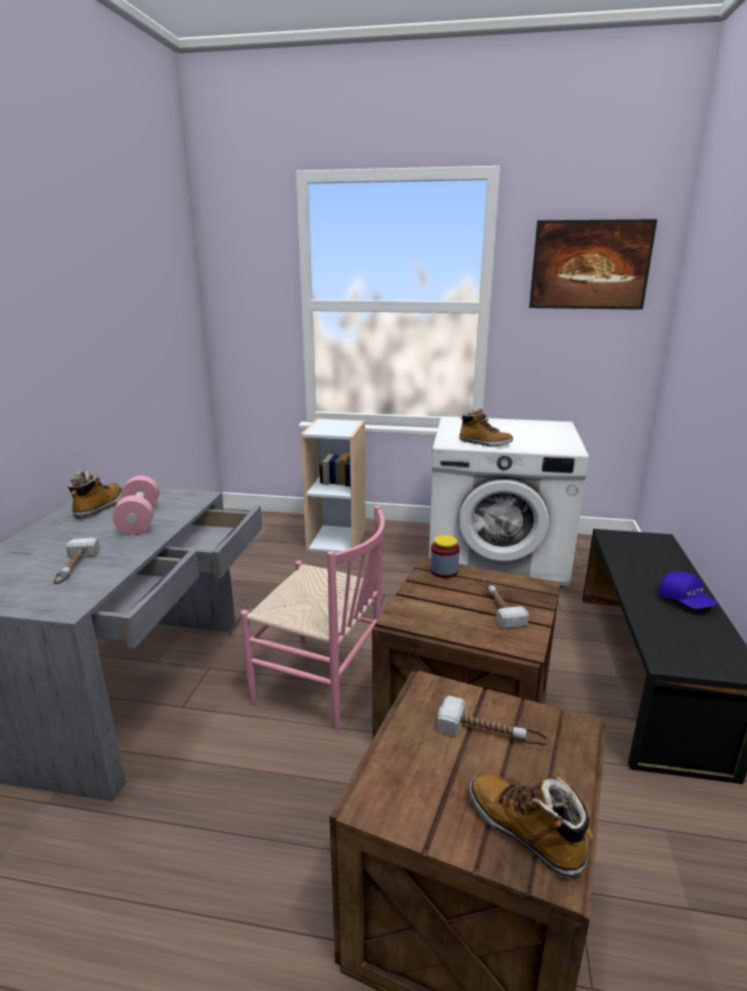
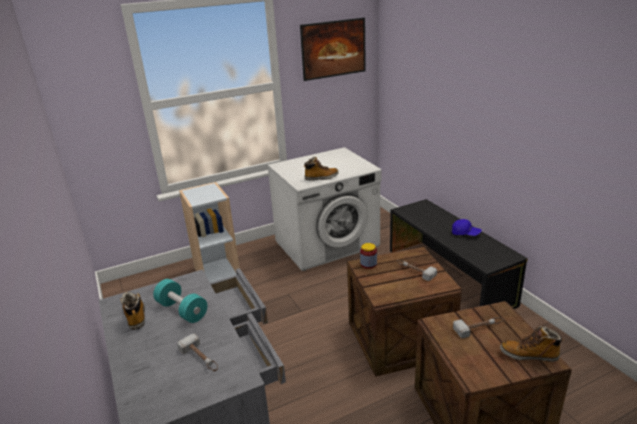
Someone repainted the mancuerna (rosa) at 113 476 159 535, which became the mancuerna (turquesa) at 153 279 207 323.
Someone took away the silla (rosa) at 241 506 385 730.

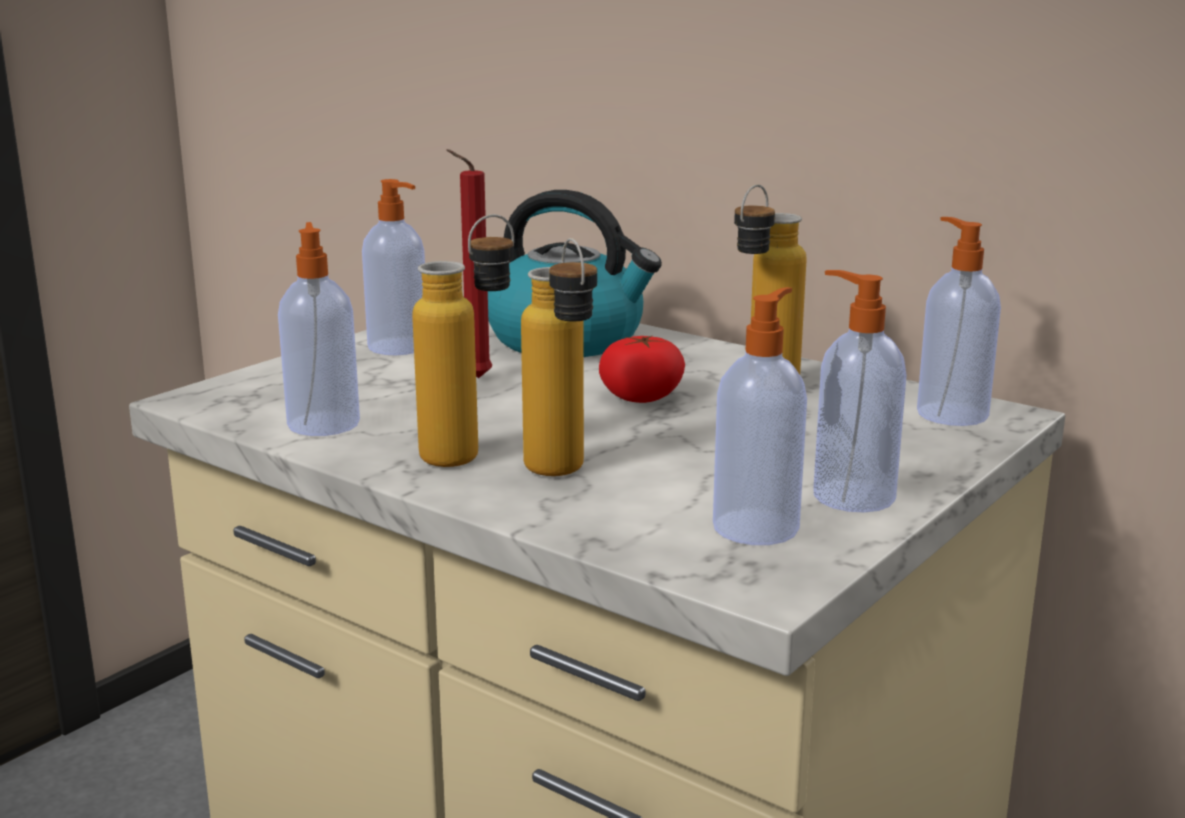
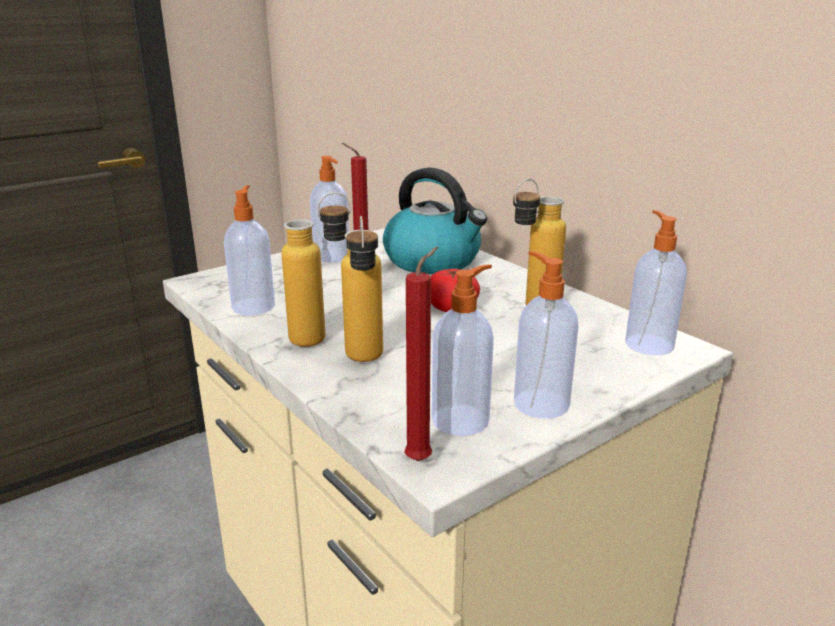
Someone put down the vela (rojo) at 404 247 438 461.

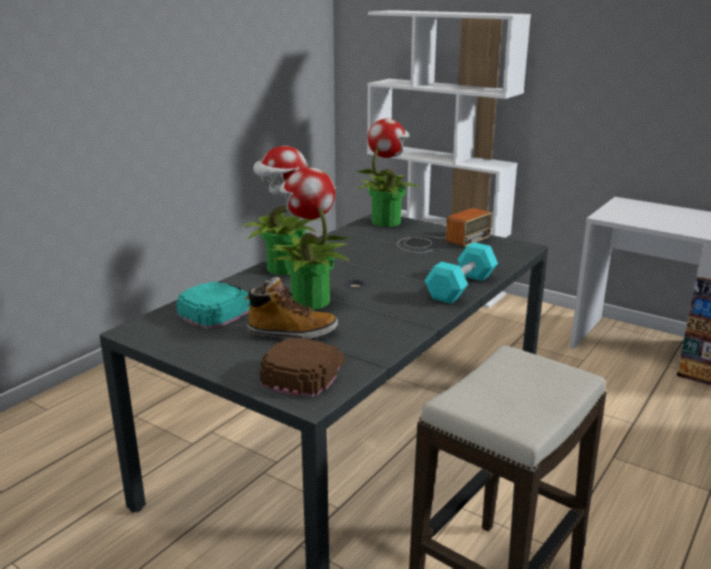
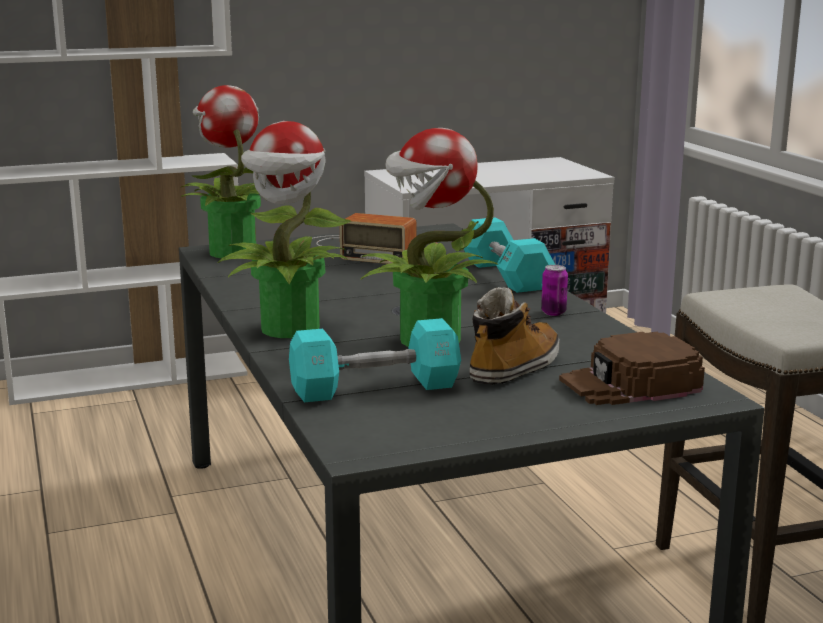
Someone swapped the gorra (turquesa) at 176 281 250 329 for the mancuerna (turquesa) at 289 318 461 402.
Someone rotated the radio at 397 208 492 253 by 120 degrees clockwise.
Someone put down the lata at 541 265 568 316.
Someone rotated the gorra (marrón) at 260 338 345 398 by 75 degrees counterclockwise.

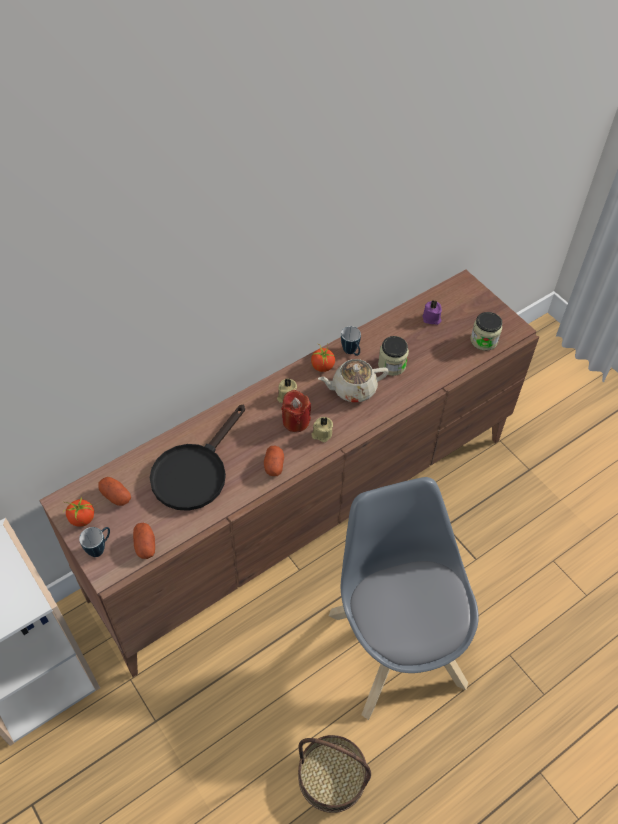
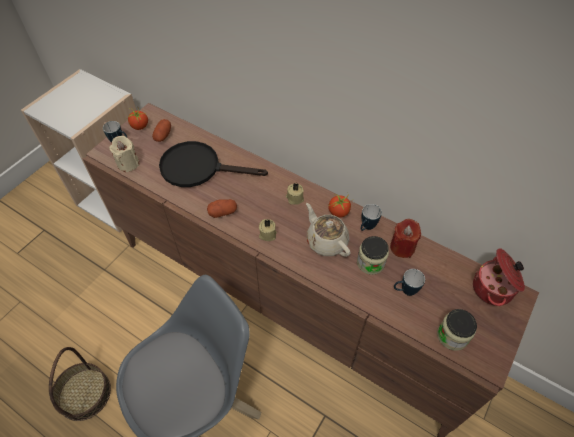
Someone swapped the patata at 133 523 155 559 for the vela (beis) at 109 136 139 172.
Someone carried the vela (rojo) from 281 390 311 432 to 390 219 421 258.
Someone put down the taza grande at 394 269 425 296.
Someone put down the olla at 473 248 525 306.
Someone took away the vela (morado) at 422 301 442 325.

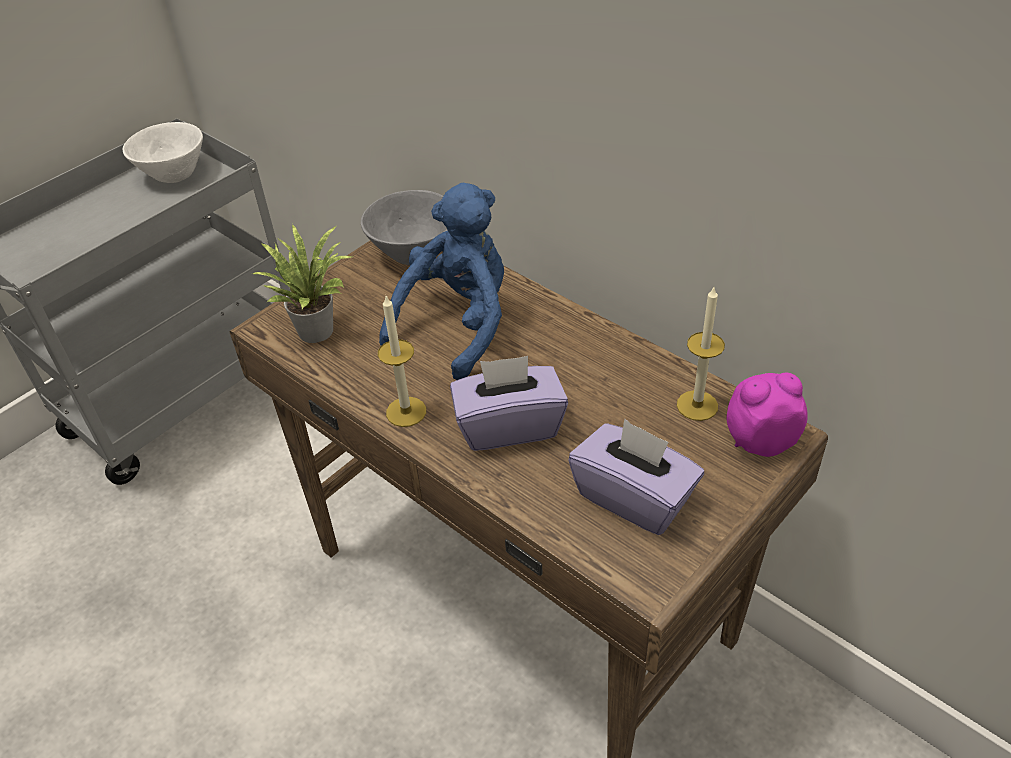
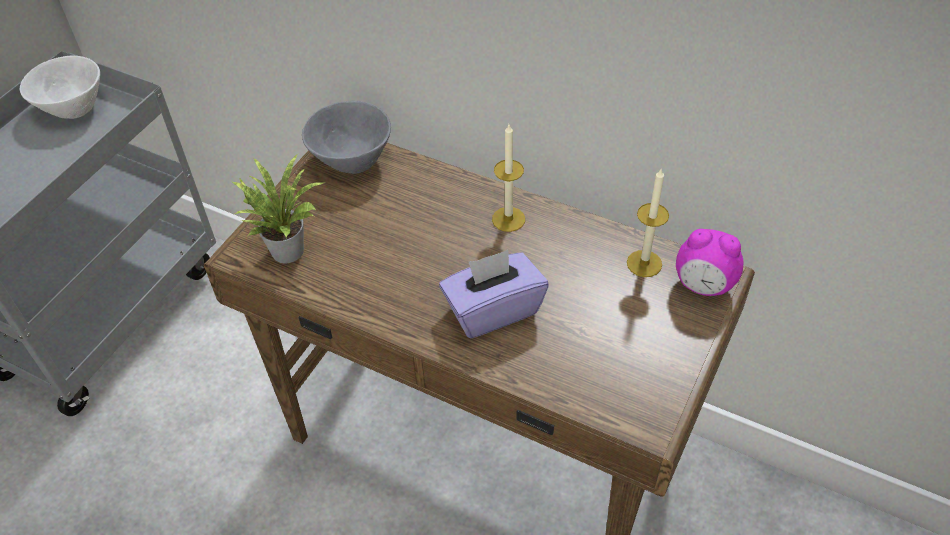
Someone carried the vela from 378 296 426 427 to 492 125 525 232.
Someone rotated the despertador at 726 373 808 457 by 135 degrees counterclockwise.
Someone took away the peluche (azul) at 379 183 504 380.
Someone took away the caja de pañuelos (morado) at 568 419 704 535.

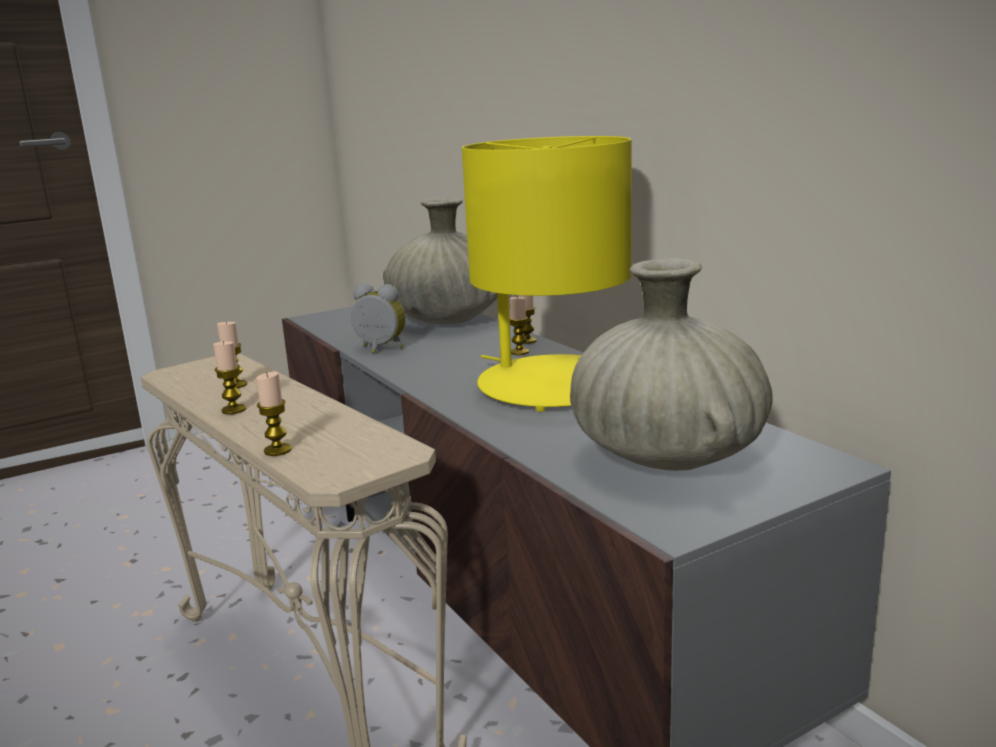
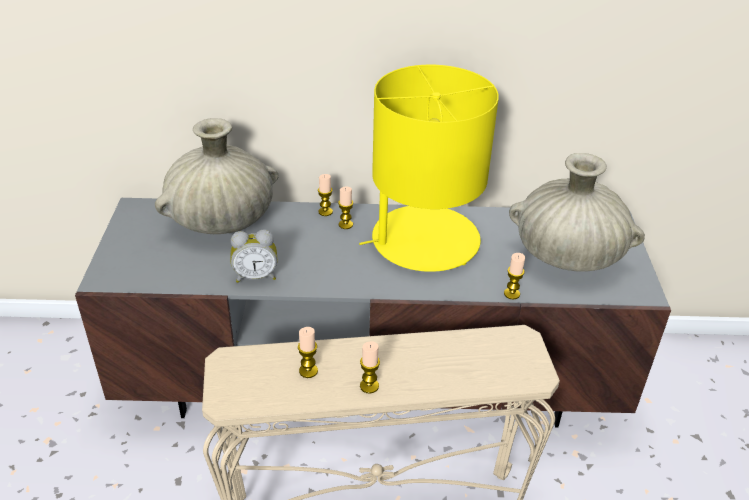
Someone rotated the despertador at 351 284 406 354 by 150 degrees counterclockwise.
Someone carried the vela from 256 372 292 456 to 504 253 525 299.

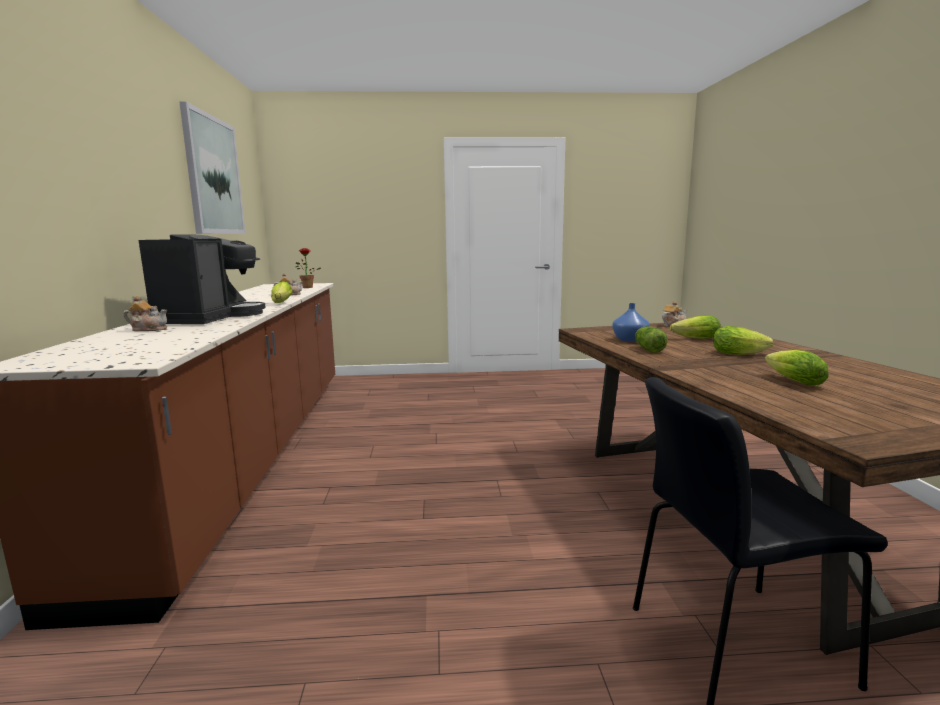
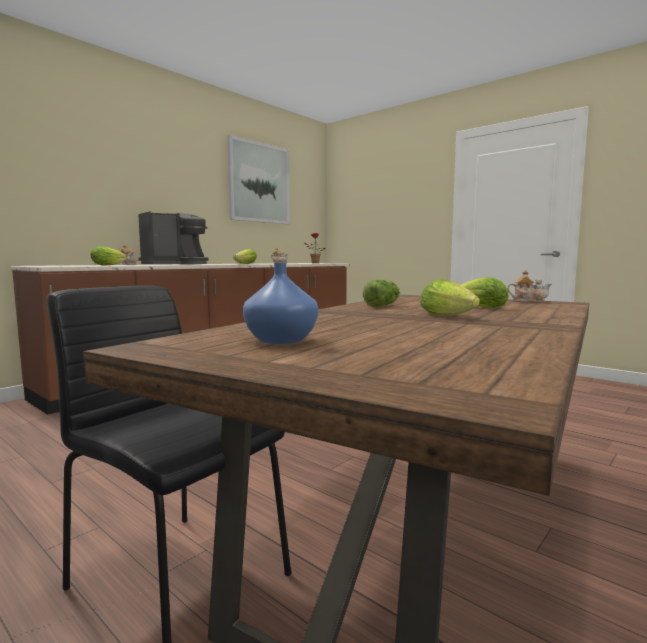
Someone carried the lechuga from 765 350 829 386 to 91 246 127 266.
Someone carried the florero (azul) from 612 303 650 342 to 243 262 318 344.

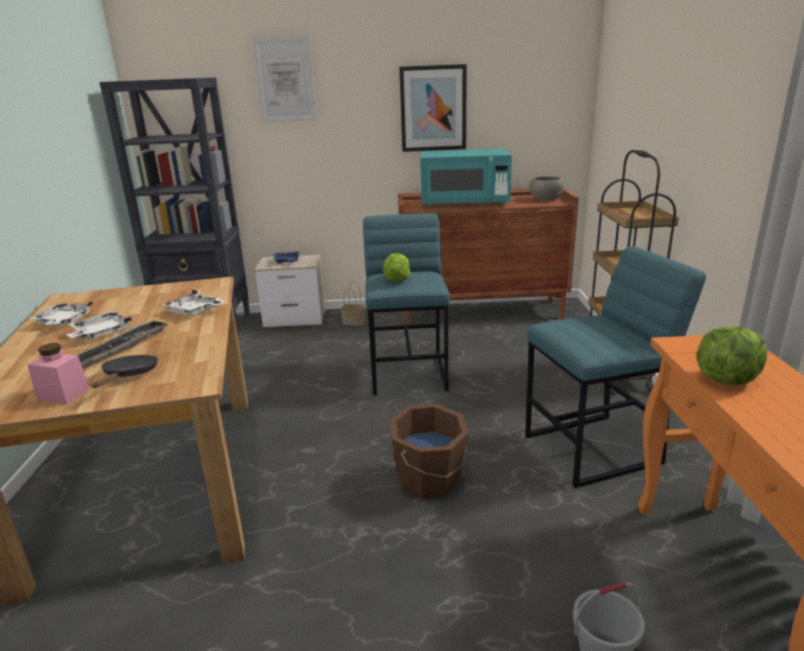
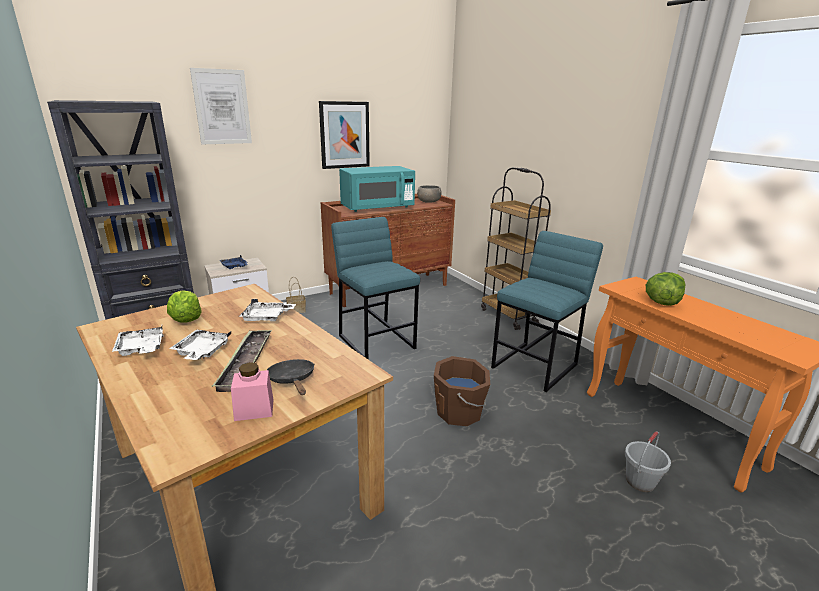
Someone carried the lechuga from 383 253 410 282 to 167 290 202 323.

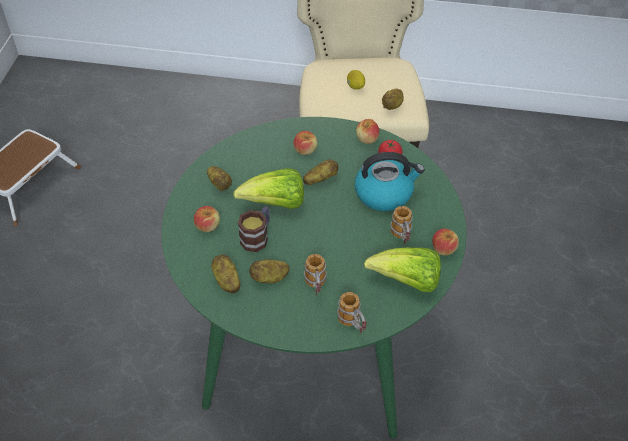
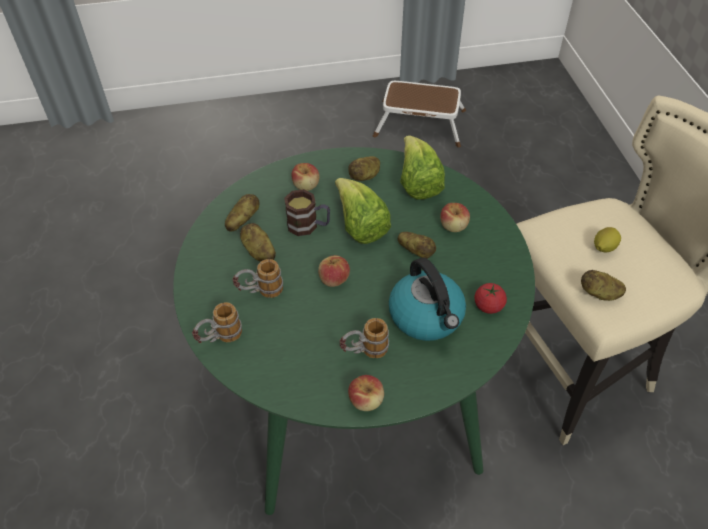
Someone carried the manzana from 356 119 379 144 to 318 255 350 287.
Someone carried the lechuga from 364 248 441 292 to 400 135 445 200.

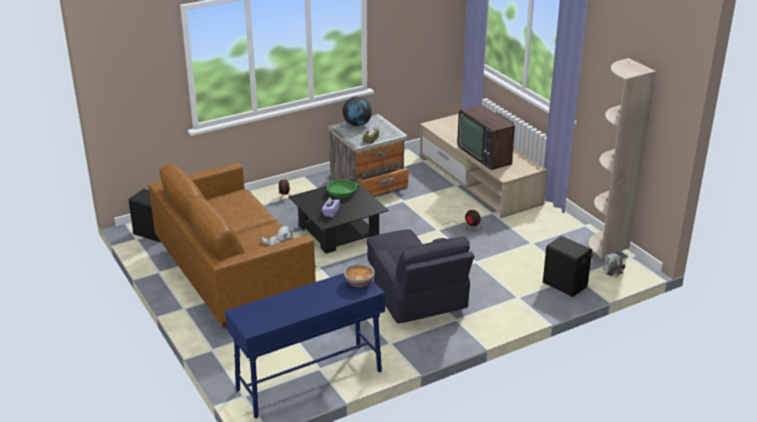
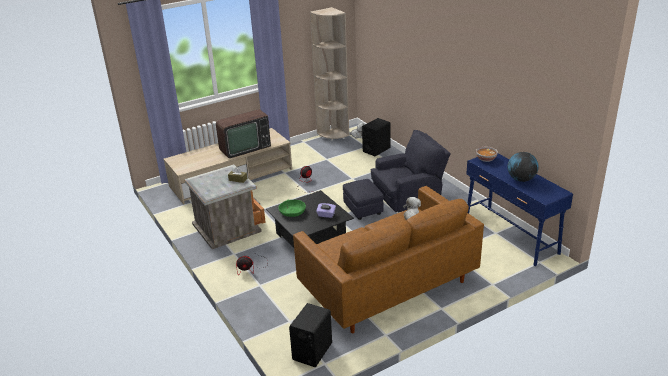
Someone carried the globo terráqueo from 342 96 372 126 to 508 152 538 182.

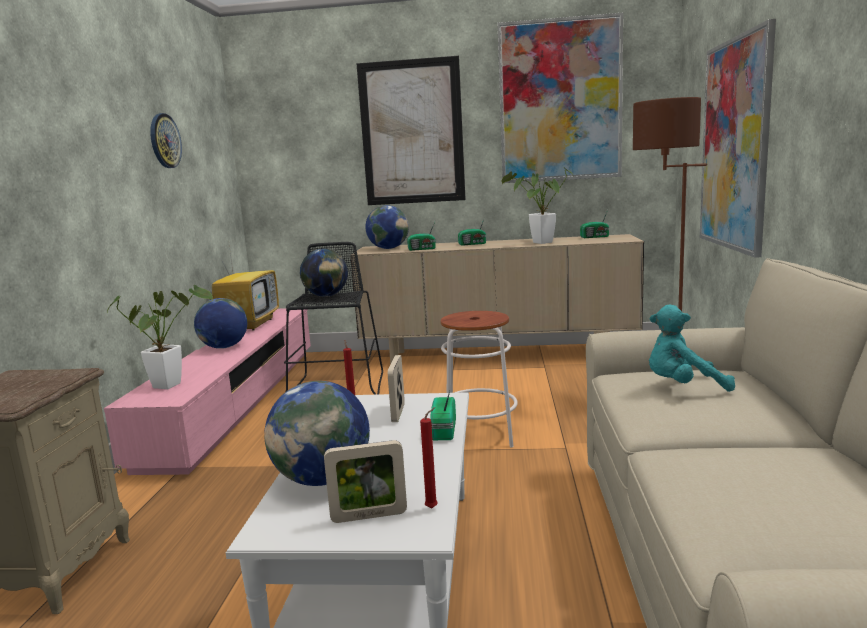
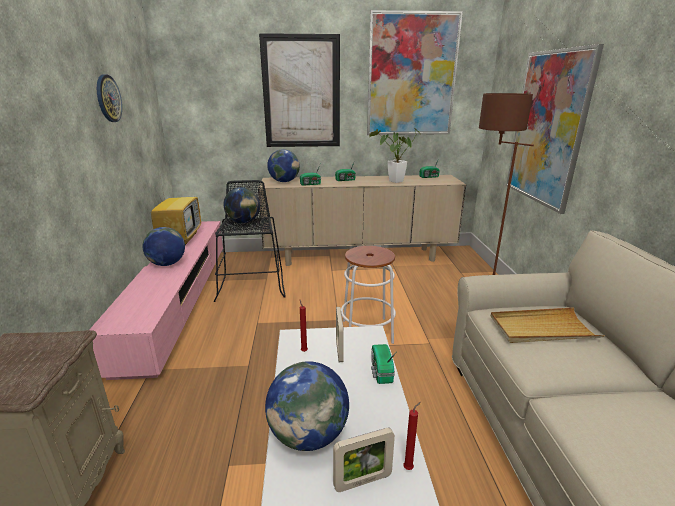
Someone swapped the peluche (turquesa) at 649 305 735 392 for the bandeja (beis) at 491 308 605 343.
Someone took away the planta en maceta at 107 285 213 389.

